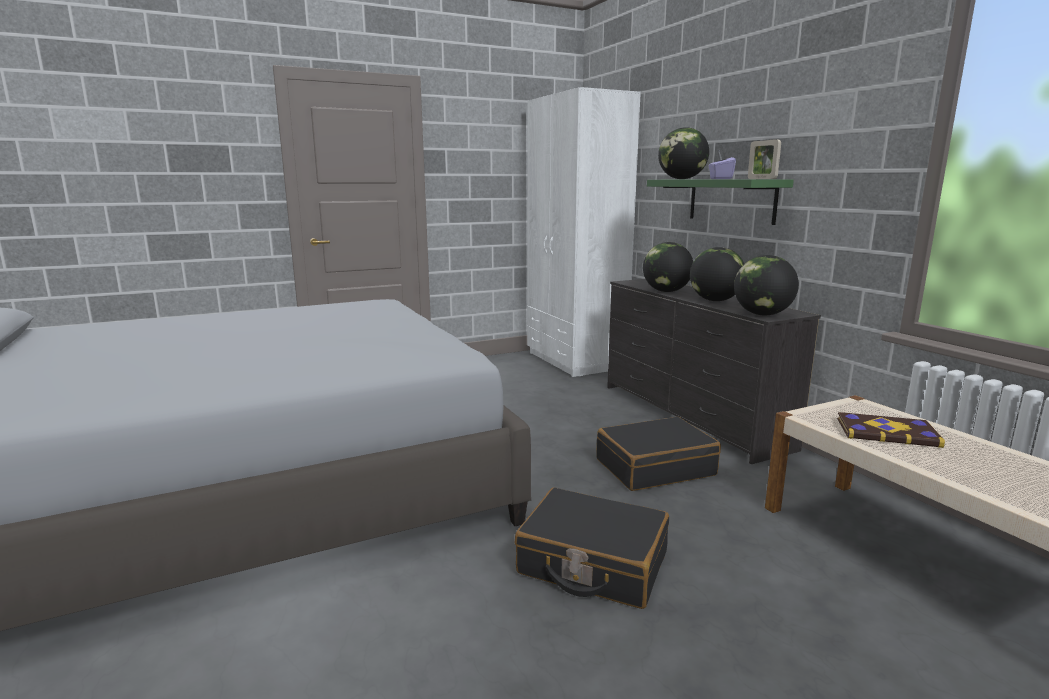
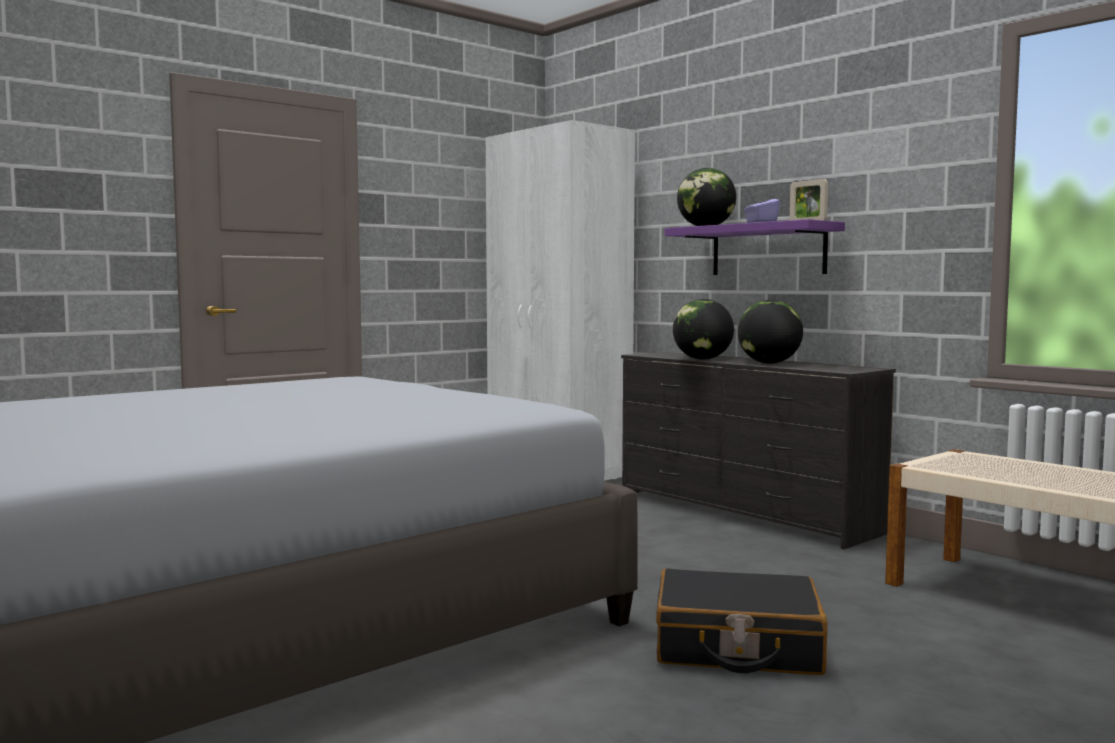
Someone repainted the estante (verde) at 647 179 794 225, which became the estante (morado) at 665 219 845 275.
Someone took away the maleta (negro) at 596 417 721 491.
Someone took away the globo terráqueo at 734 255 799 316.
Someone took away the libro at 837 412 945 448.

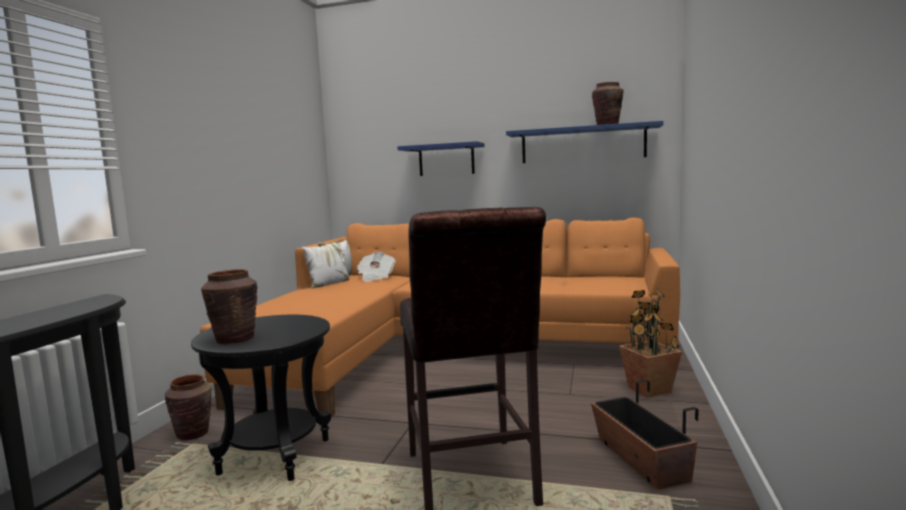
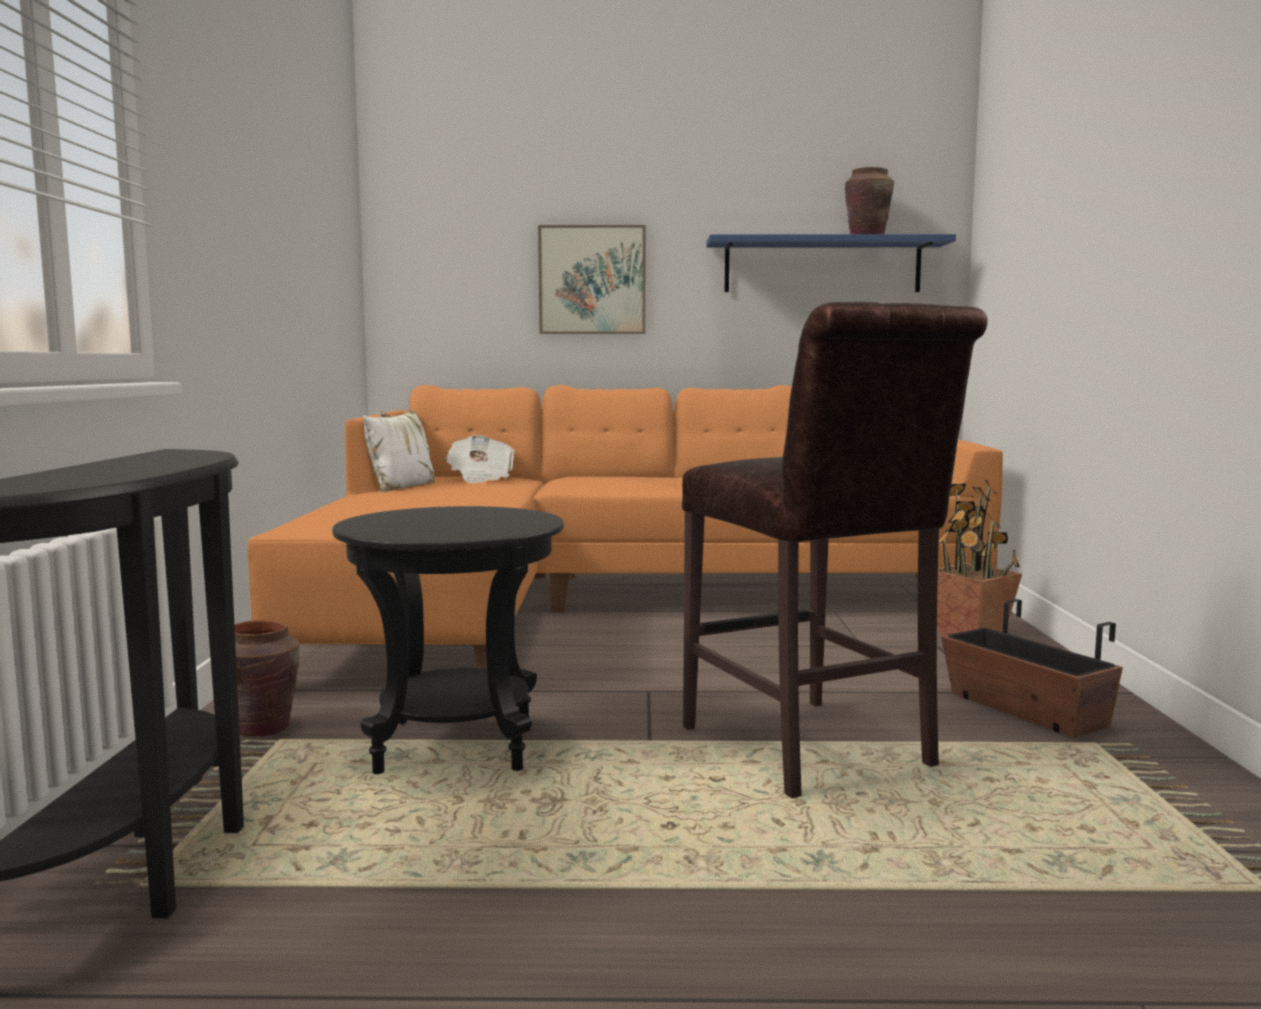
Someone swapped the estante (azul) at 397 141 484 176 for the cuadro at 538 225 646 334.
Someone took away the florero (marrón) at 201 269 258 344.

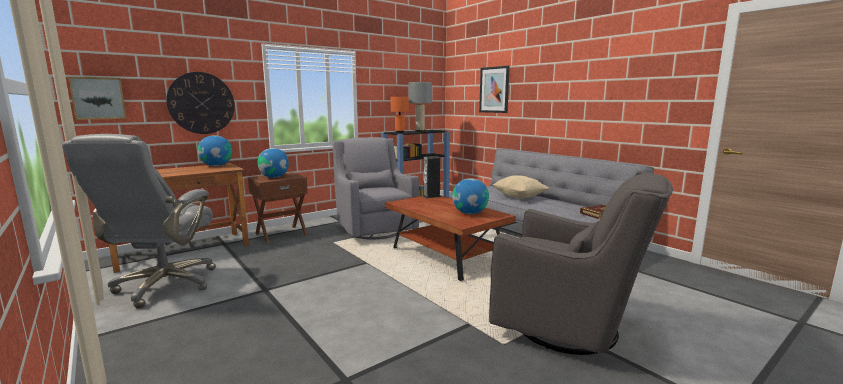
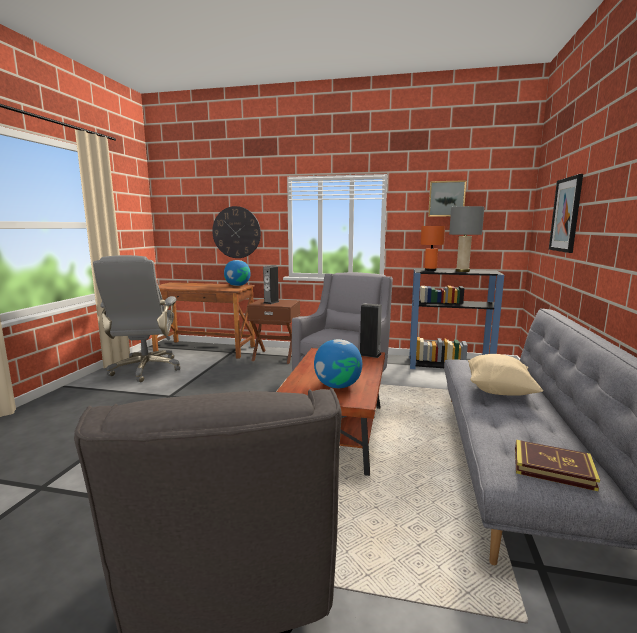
Someone rotated the silla de oficina (gris) at 62 134 216 309 by 60 degrees counterclockwise.
Someone swapped the globo terráqueo at 257 148 289 178 for the altavoz at 263 265 279 304.
Someone carried the cuadro from 68 77 127 120 to 428 180 466 217.

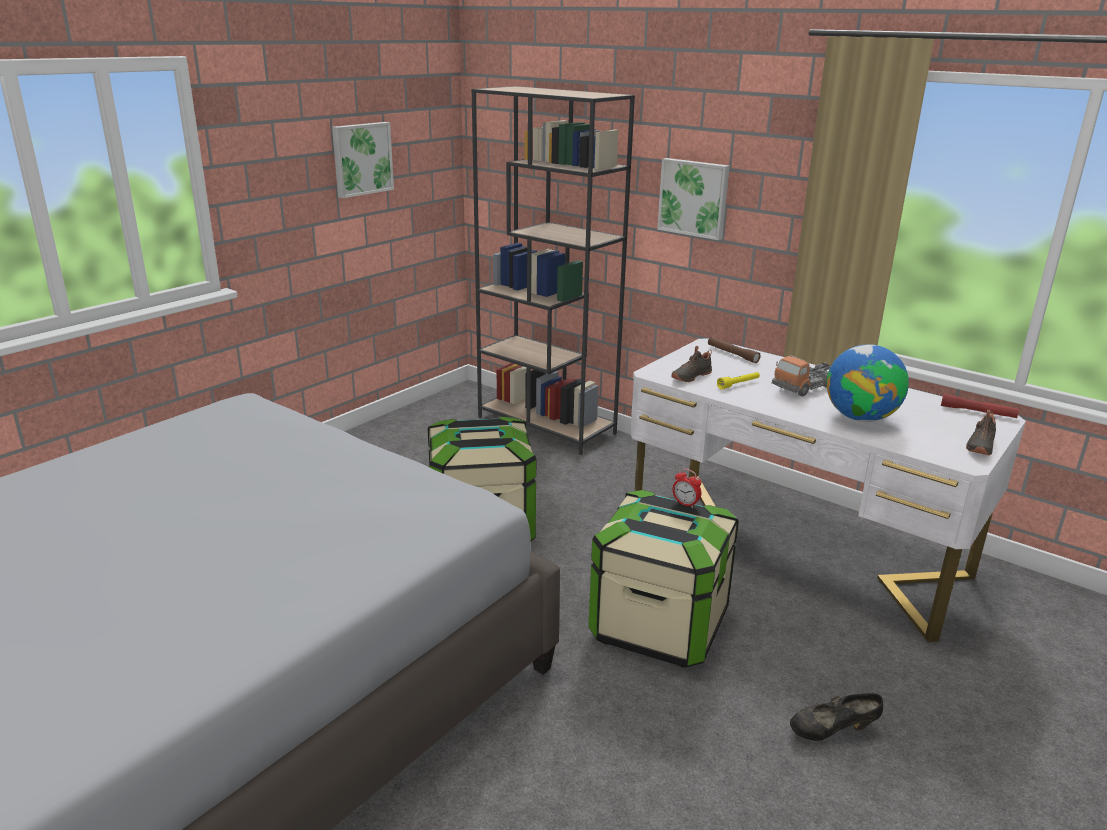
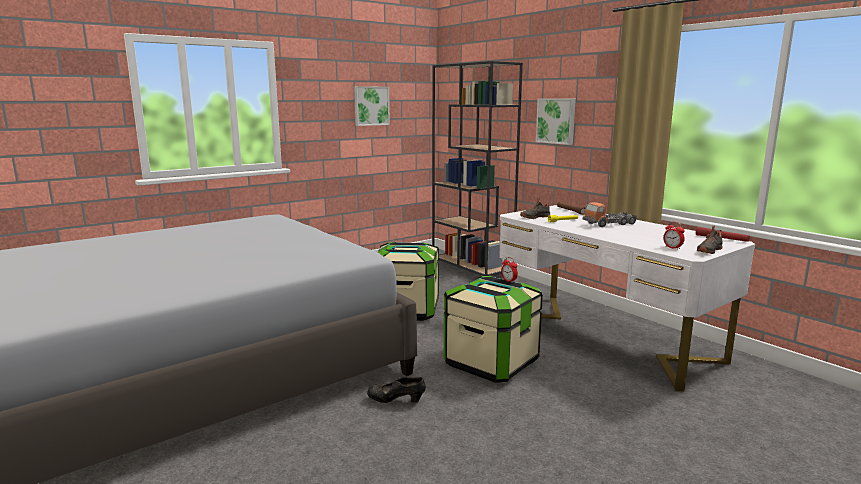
Someone carried the zapato (negro) from 790 693 883 741 to 367 377 426 403.
Someone put down the despertador at 663 221 685 250.
Someone took away the globo terráqueo at 827 344 909 422.

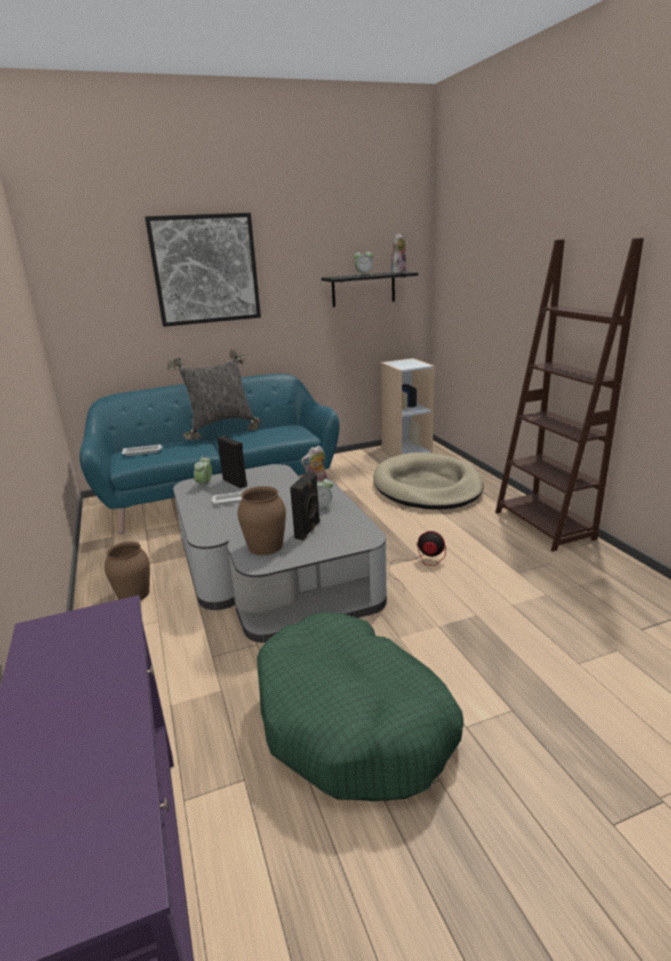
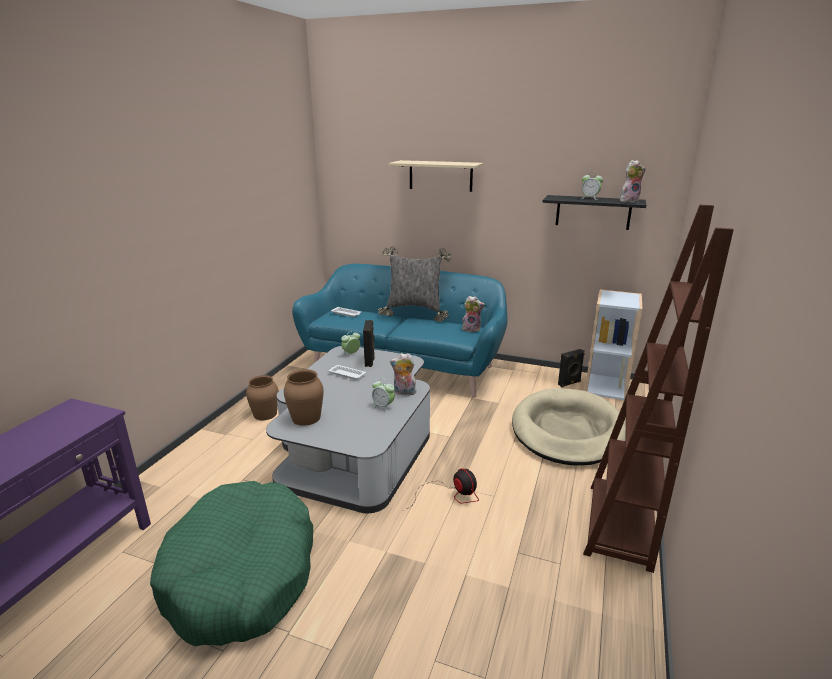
Someone swapped the cuadro at 145 213 261 327 for the estante (beis) at 389 160 484 192.
Someone put down the peluche at 462 296 485 332.
Someone carried the altavoz (negro) from 290 472 320 540 to 558 349 585 387.

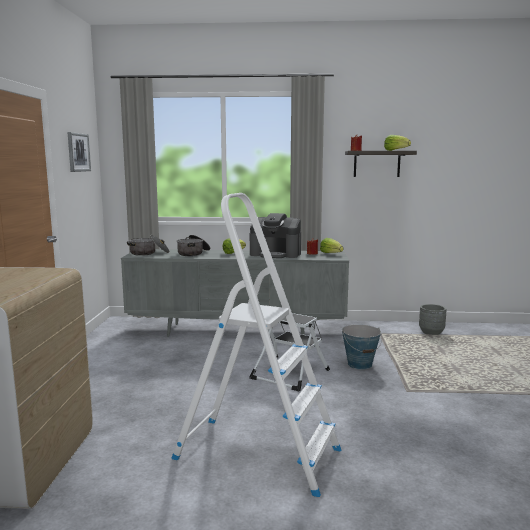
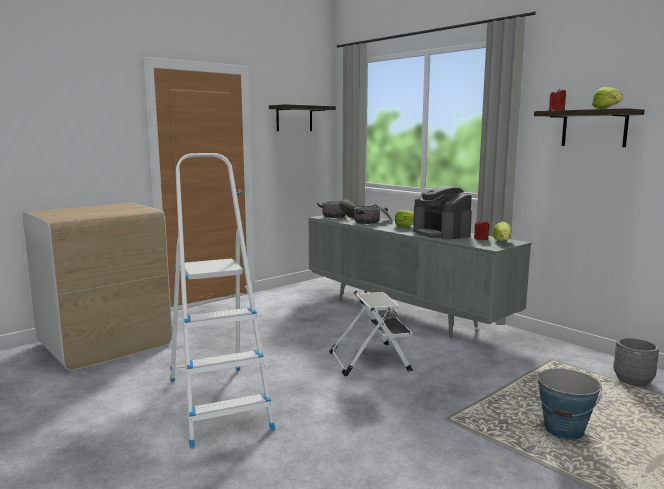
Someone swapped the cuadro at 67 132 91 172 for the estante at 269 104 336 131.
Someone carried the cubo from 342 324 382 370 to 535 368 602 440.

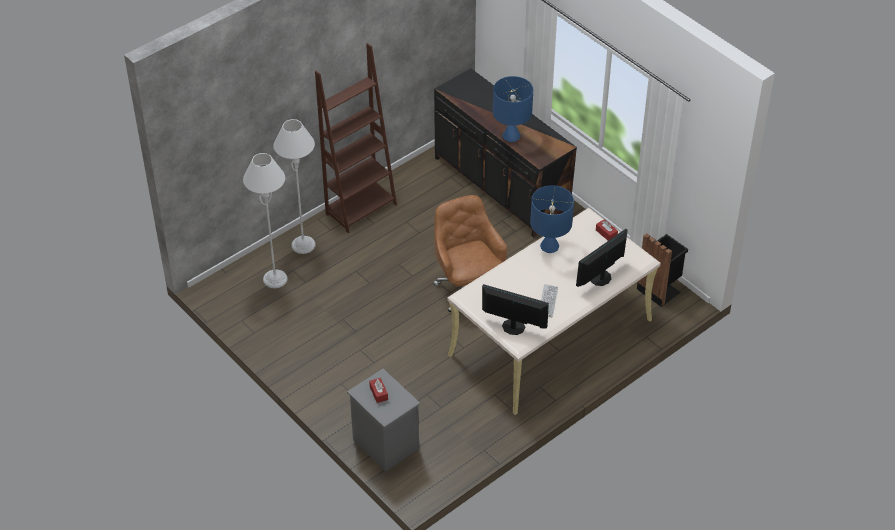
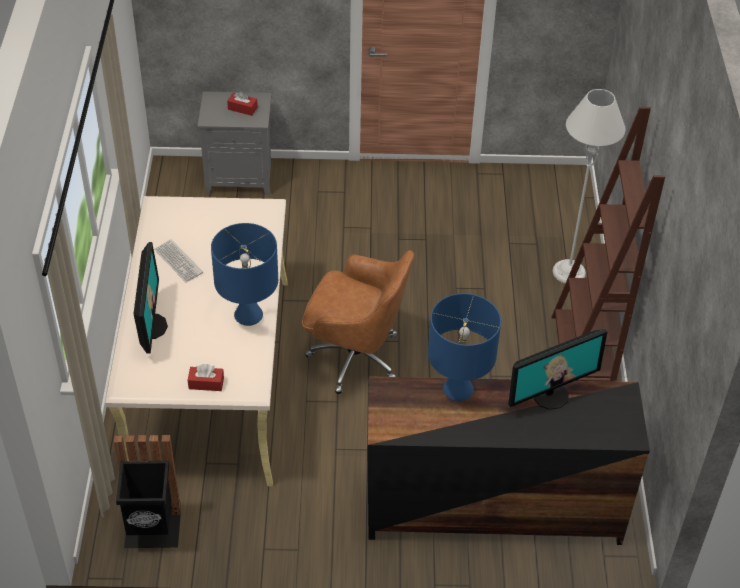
Someone carried the monitor from 482 284 549 335 to 508 329 608 410.
Someone took away the lámpara de pie (gris) at 243 153 288 288.

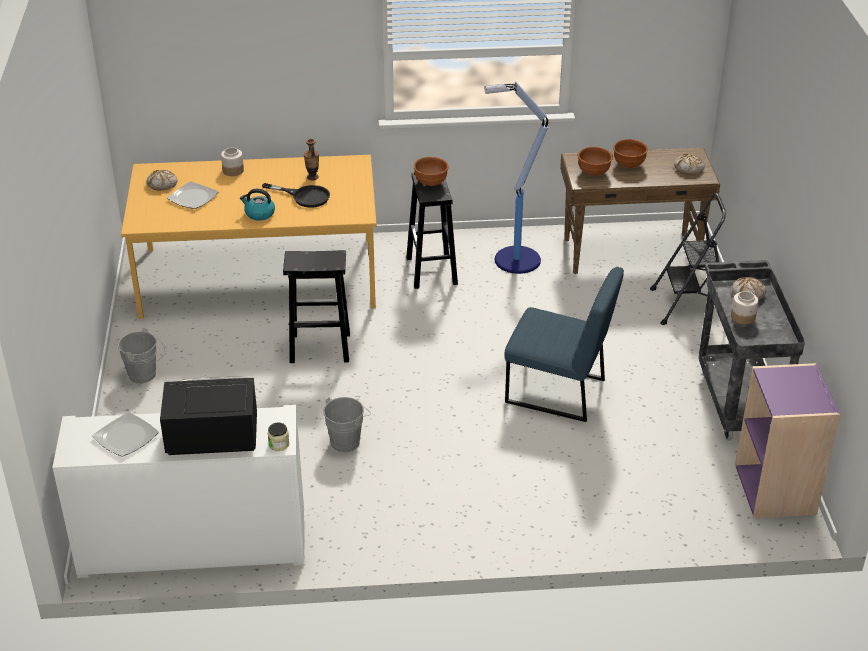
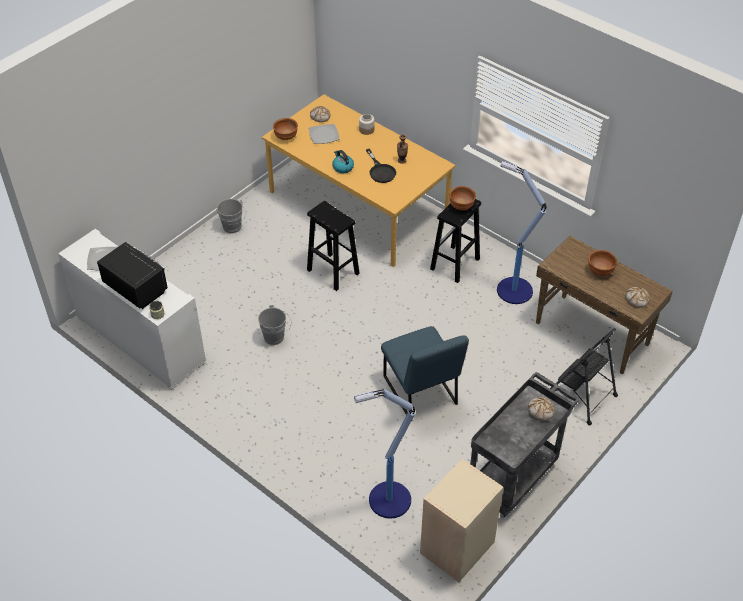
Someone carried the cuenco (marrón) from 578 147 613 176 to 273 118 298 140.
Someone put down the lámpara de pie at 354 388 415 518.
Someone repainted the estantería (morado) at 735 363 840 518, which became the estantería (beis) at 420 459 503 582.
Someone took away the tarro at 731 291 759 324.

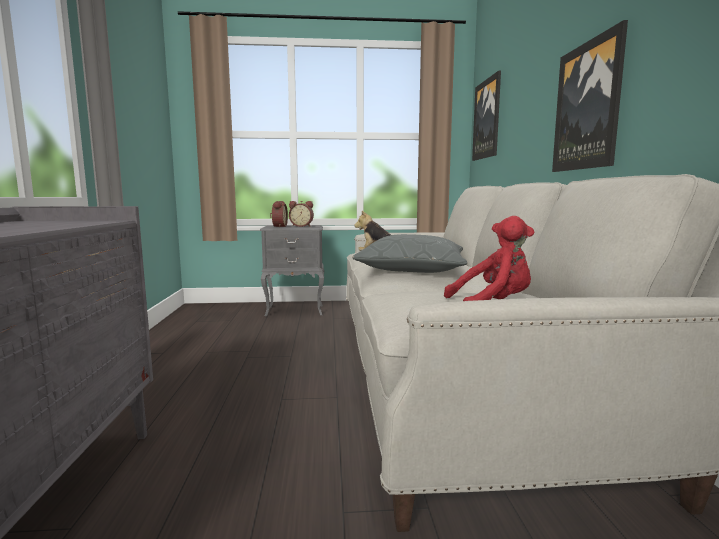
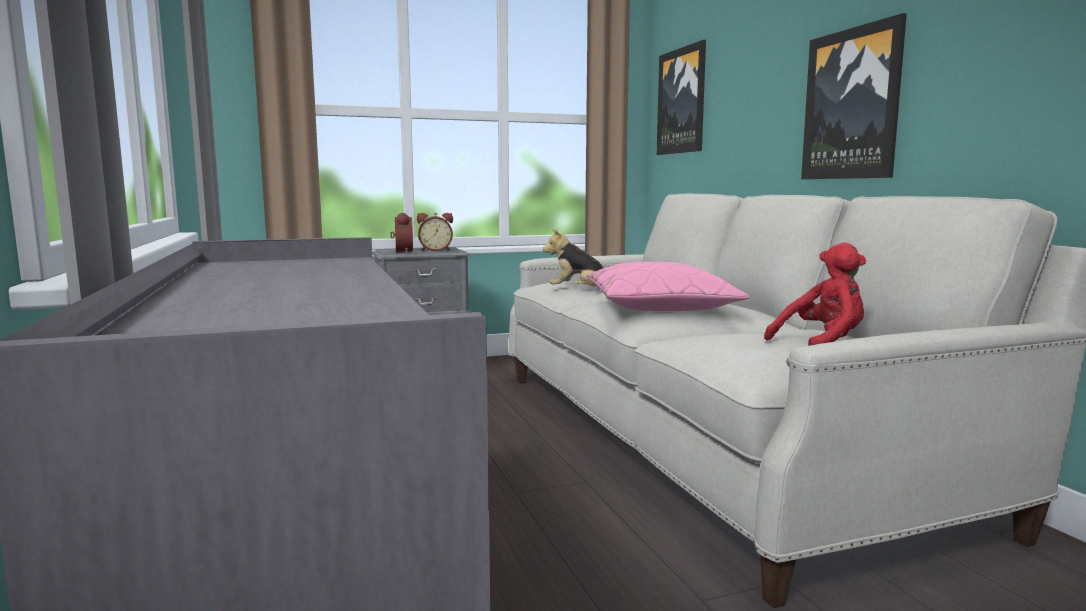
Someone repainted the cojín (gris) at 353 234 467 273, which became the cojín (rosa) at 586 262 750 311.

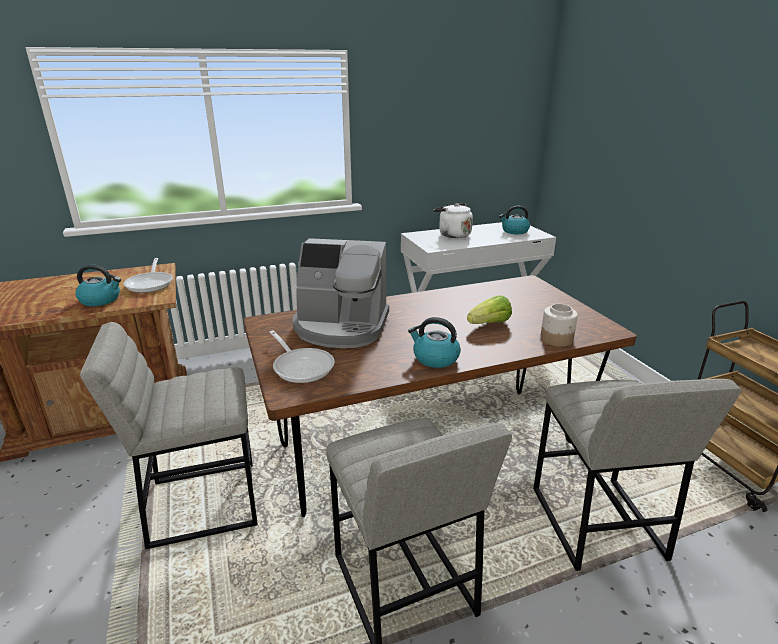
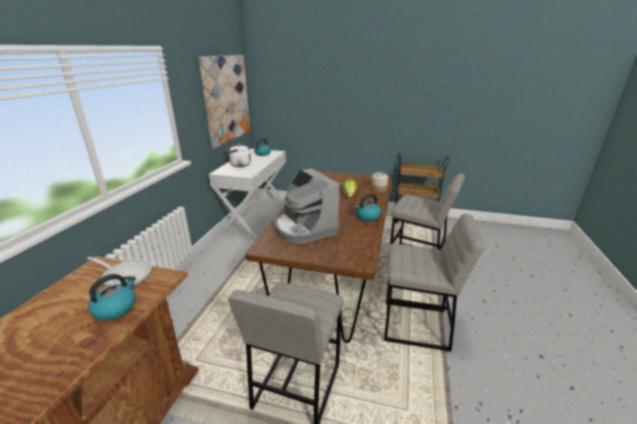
Someone put up the cuadro at 199 55 250 149.
Someone rotated the cafetera at 293 238 389 348 by 105 degrees clockwise.
Someone took away the sartén at 269 331 335 383.

